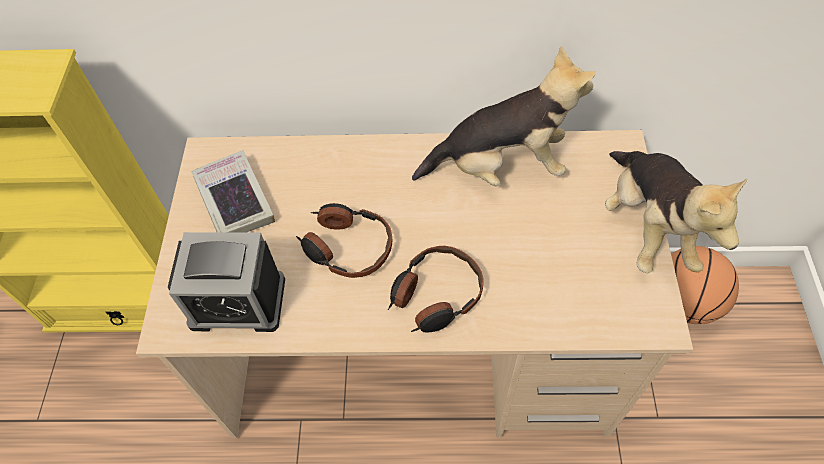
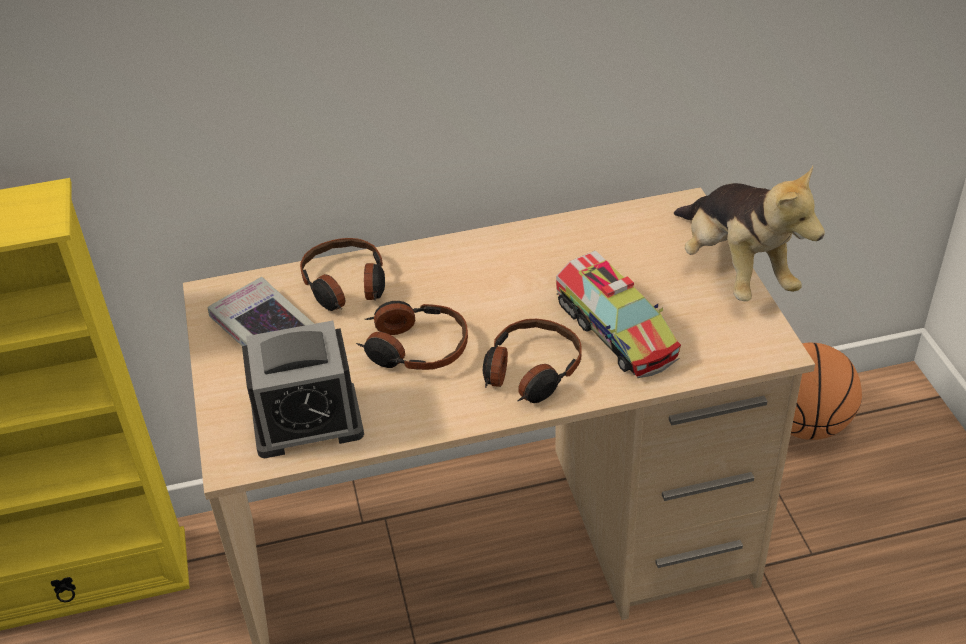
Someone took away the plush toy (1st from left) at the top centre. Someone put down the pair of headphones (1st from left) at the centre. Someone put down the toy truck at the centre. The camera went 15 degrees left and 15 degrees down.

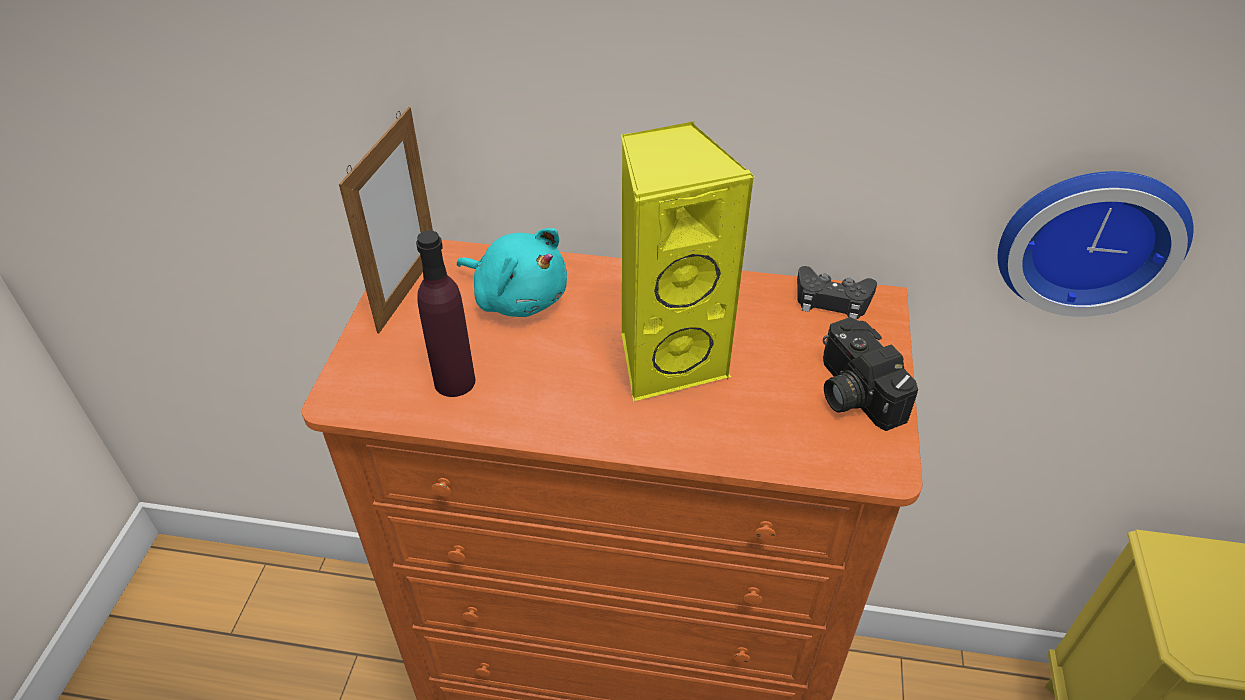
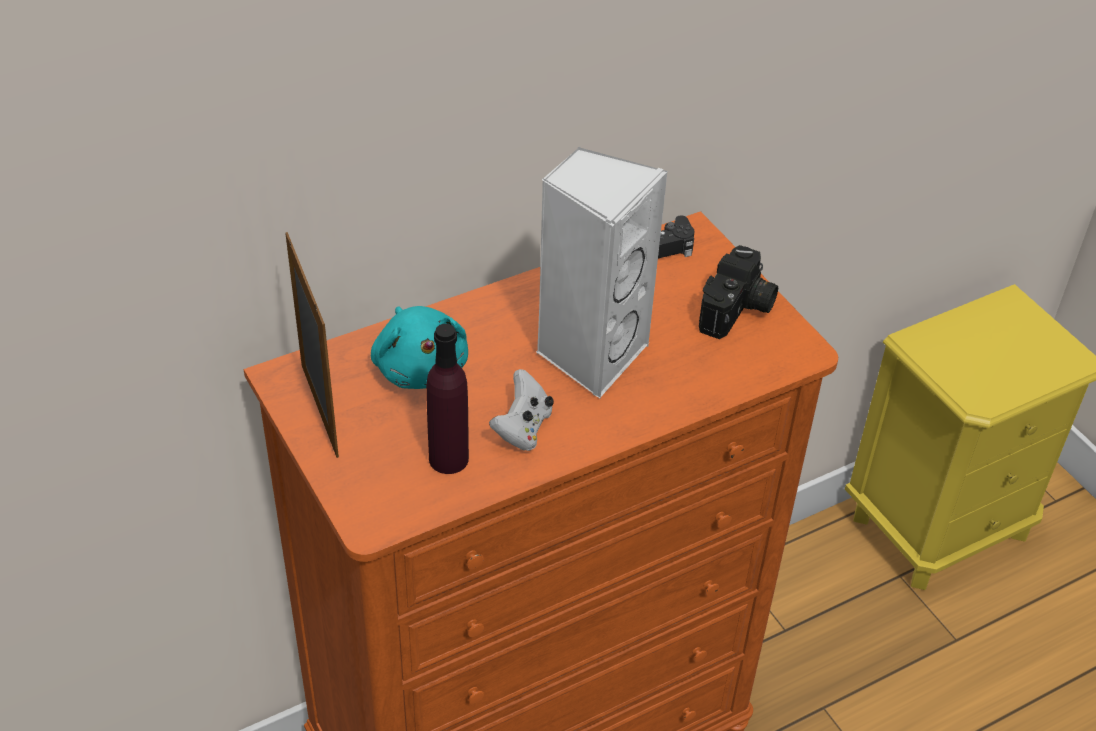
Someone took away the clock on the wall at the middle right. Someone put down the whitish joypad at the centre. Someone repainted the yellow speaker at the centre, which became the whitish speaker at the centre. Someone rotated the turquoise plush toy at the centre by 75 degrees clockwise. Someone rotated the photo camera at the middle right by 90 degrees counterclockwise. The camera went 40 degrees left and 0 degrees up.

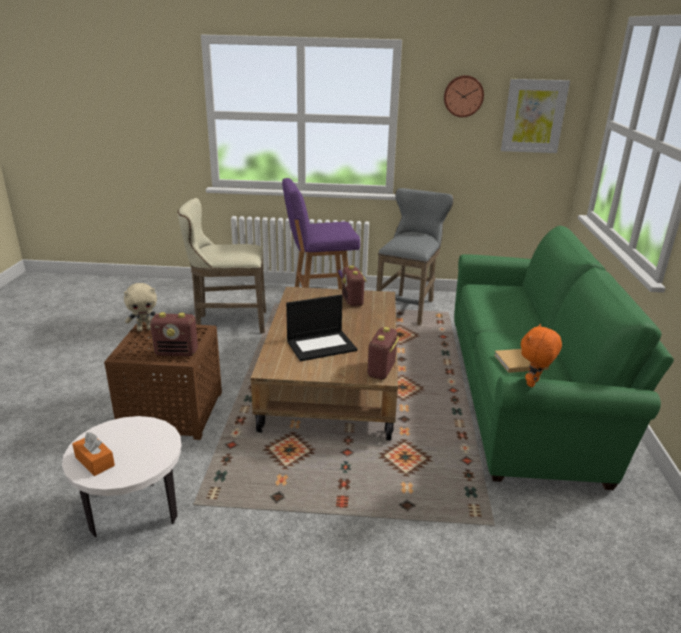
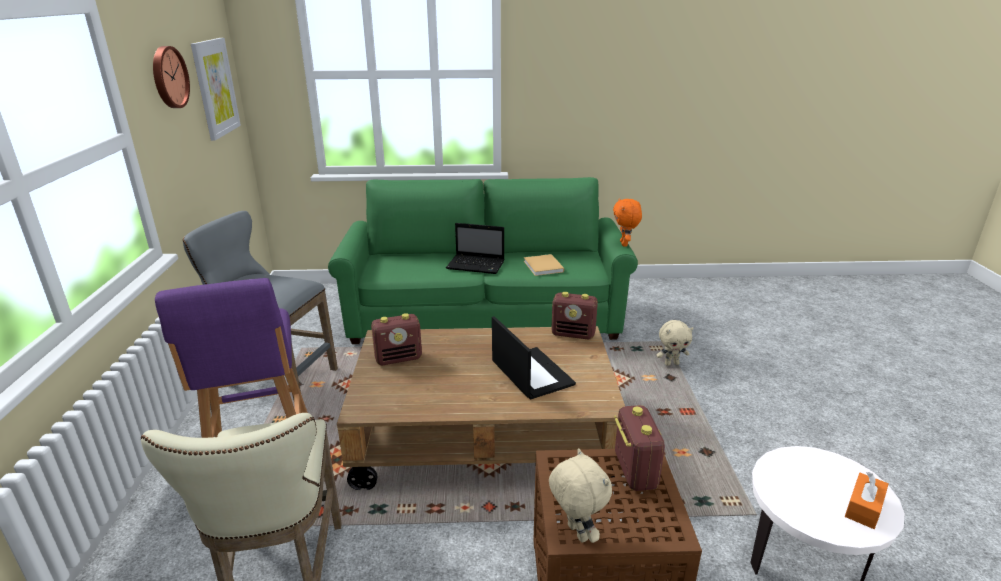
Someone put down the notebook computer (1st from left) at the centre. Someone put down the beige-coloured plush toy (2nd from left) at the middle right. Someone rotated the orange-coloured plush toy at the middle right by 60 degrees clockwise. The camera went 95 degrees left and 0 degrees up.

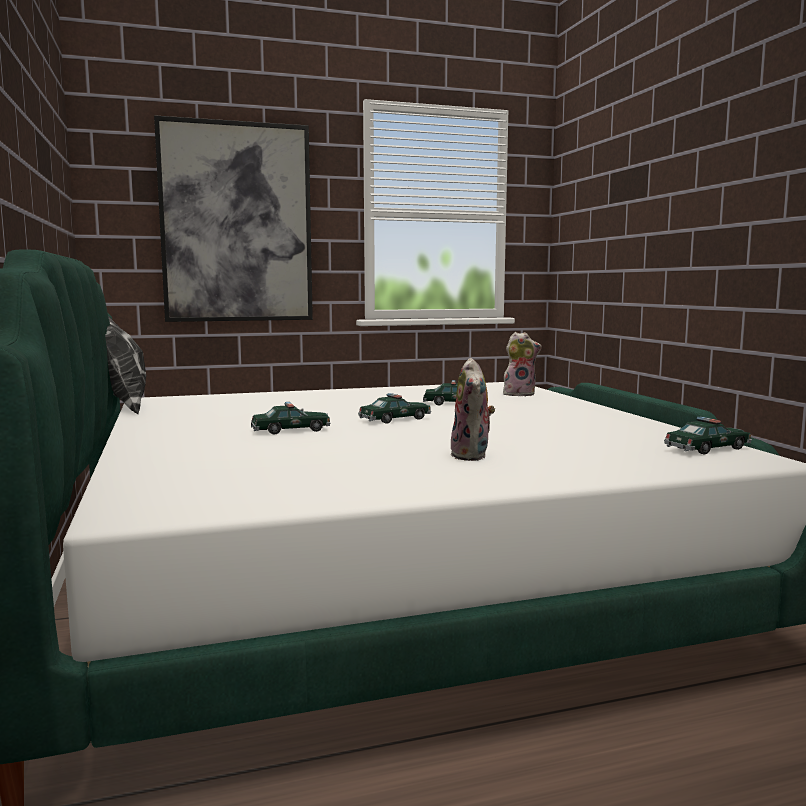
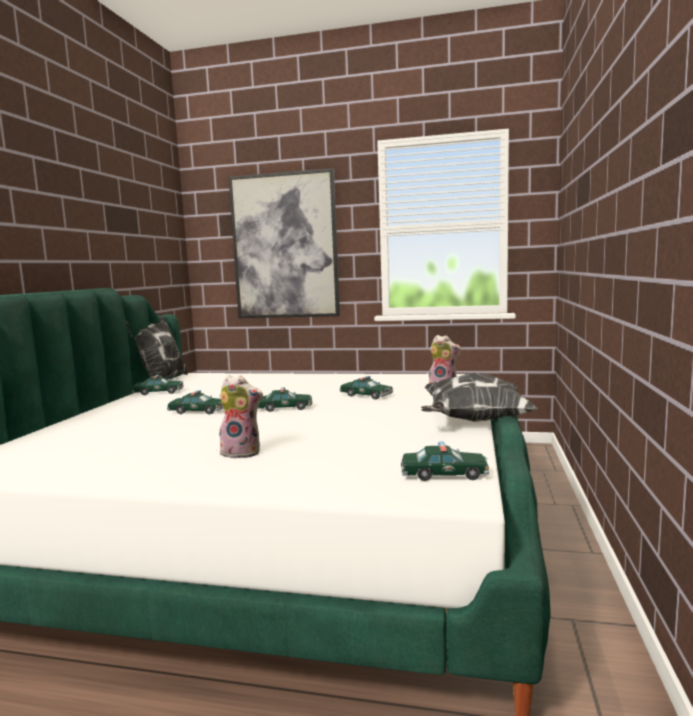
Someone put down the miniature car (1st from left) at the middle left. Someone put down the throw pillow (2nd from left) at the middle right. Someone rotated the plush toy (1st from left) at the centre by 105 degrees counterclockwise. The camera went 30 degrees right and 0 degrees up.

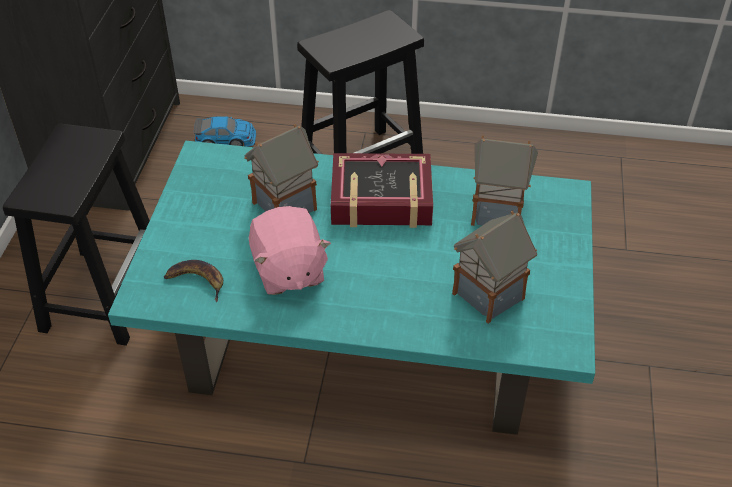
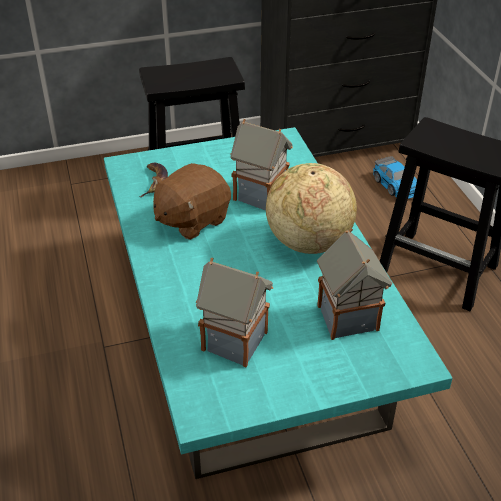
Someone swapped the bound book at the centre for the desk globe at the centre. Someone repainted the pink plush toy at the centre, which became the brown-coloured plush toy at the centre. The camera went 65 degrees right and 5 degrees down.

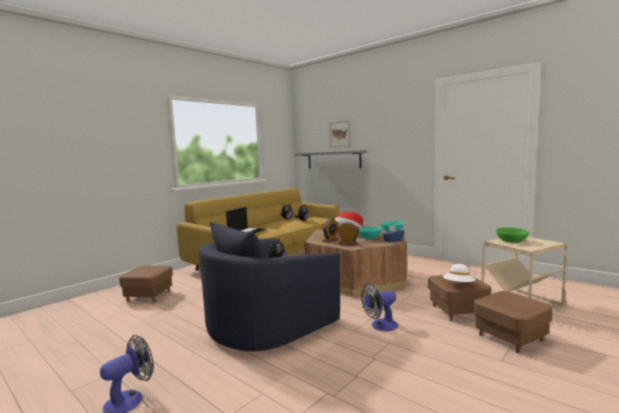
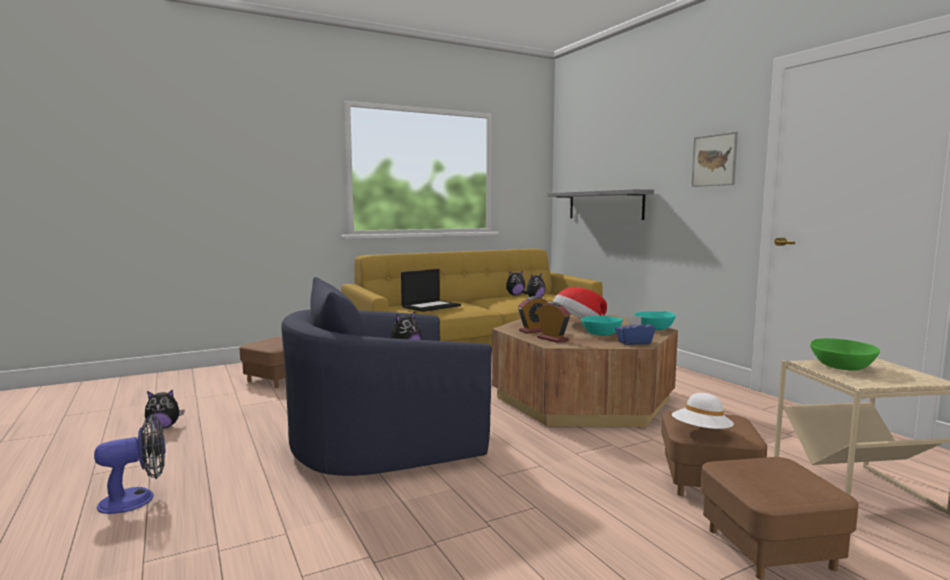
Someone took away the cooling fan (2nd from left) at the bottom centre. Someone put down the plush toy (1st from left) at the bottom left. Someone carried the picture from the top centre to the top right. The camera went 20 degrees right and 0 degrees up.

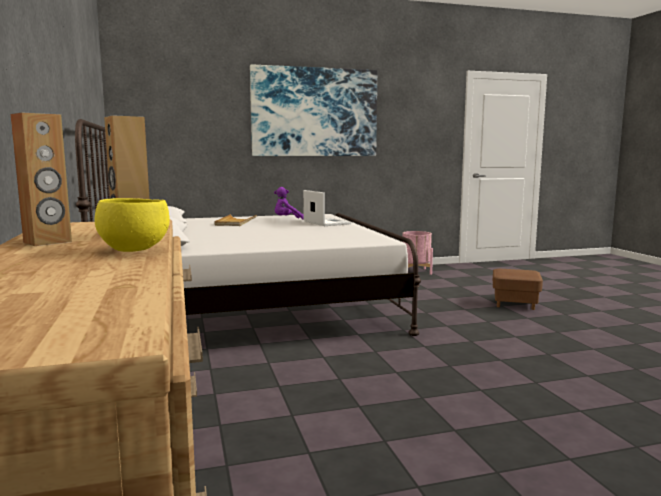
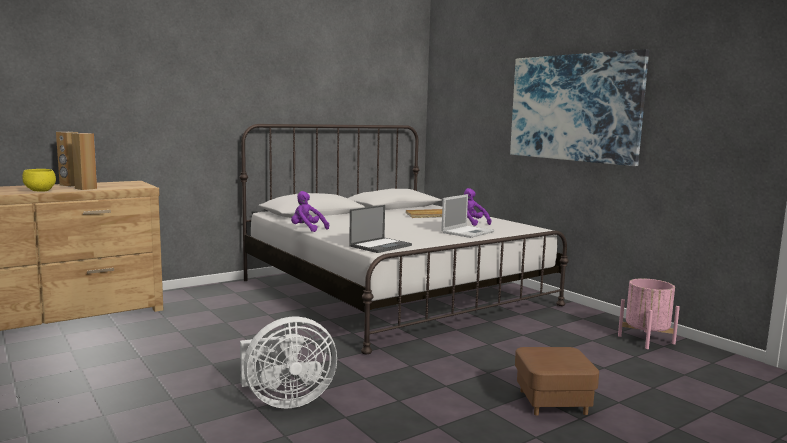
Someone put down the whitish cooling fan at the bottom centre. Someone put down the purple-coloured plush toy (1st from left) at the centre. Someone put down the notebook computer (1st from left) at the centre. The camera went 70 degrees right and 0 degrees up.

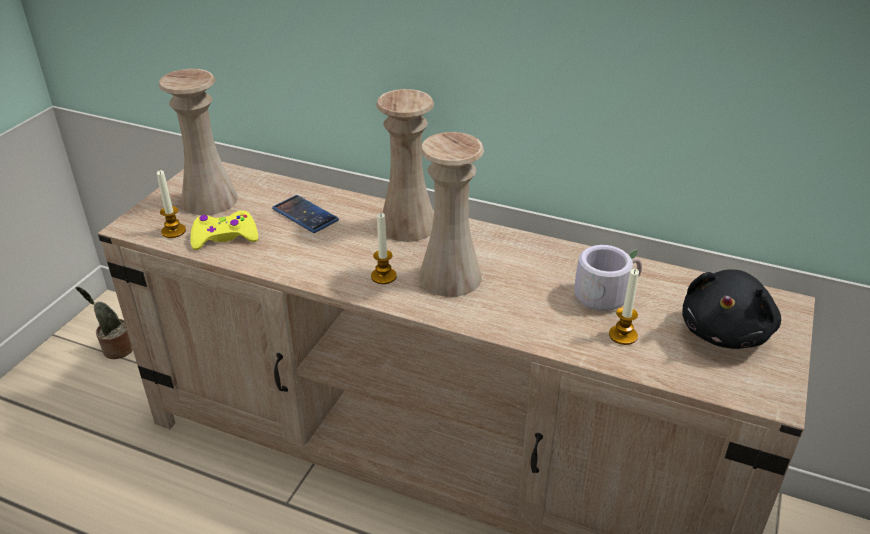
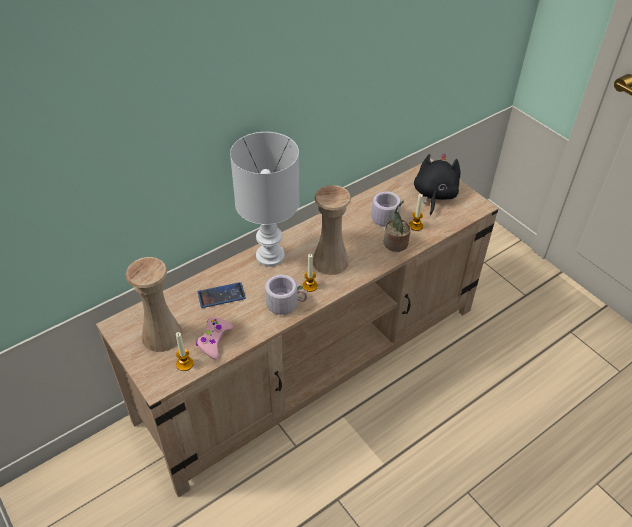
Someone put down the greyish coffee mug (1st from left) at the centre. Someone carried the potted plant from the middle left to the centre. Someone swapped the beige-coloured flower vase (2nd from left) at the top centre for the whitish table lamp at the centre. Someone repainted the yellow joypad at the middle left, which became the pink joypad at the centre. Someone rotated the blackish plush toy at the middle right by 135 degrees counterclockwise. The camera went 60 degrees left and 10 degrees up.

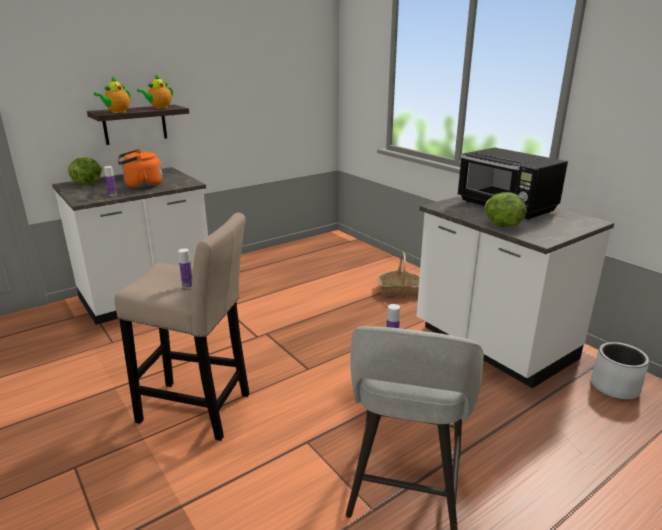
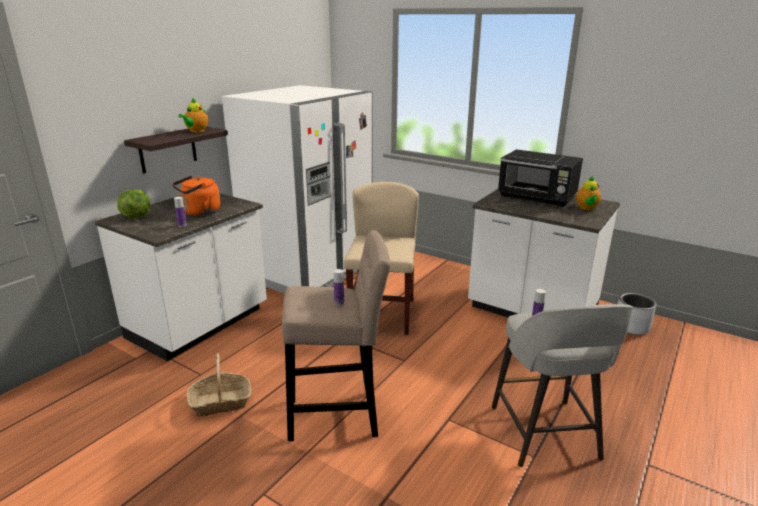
Someone took away the head of lettuce (2nd from left) at the middle right. Someone put down the whitish refrigerator at the centre. Someone put down the beige-coloured chair at the centre. Someone carried the tea pot (1st from left in the first image) from the top left to the middle right. Someone carried the storage basket from the centre to the bottom left. The camera went 20 degrees left and 0 degrees up.

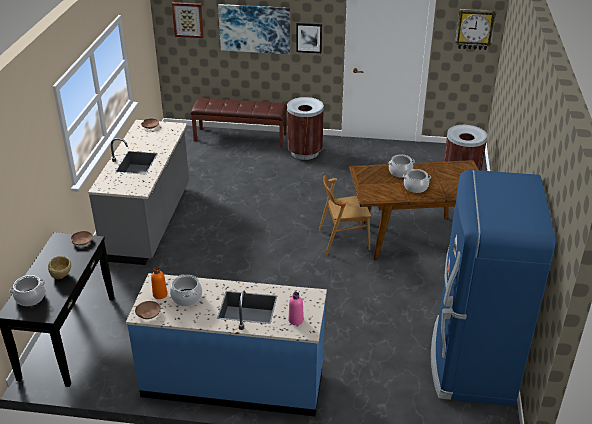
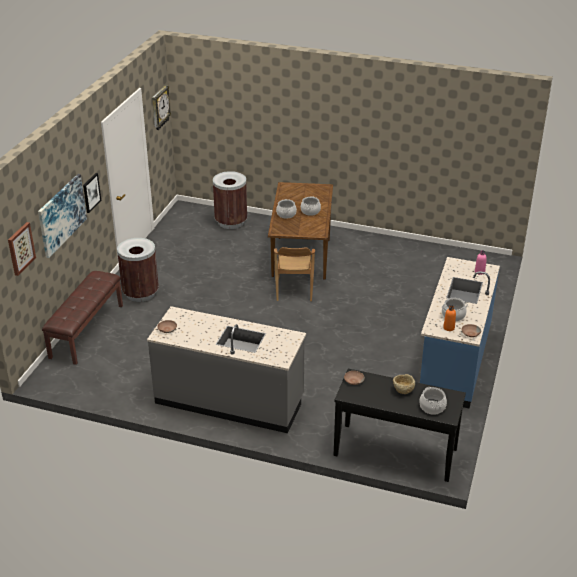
Someone took away the blue-coloured refrigerator at the bottom right. The camera went 80 degrees left and 0 degrees up.

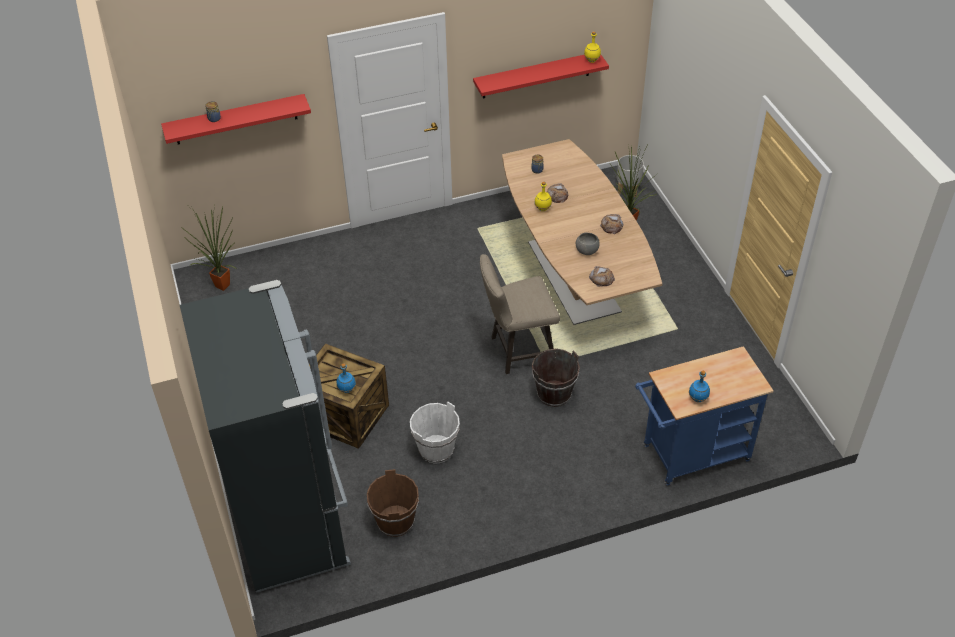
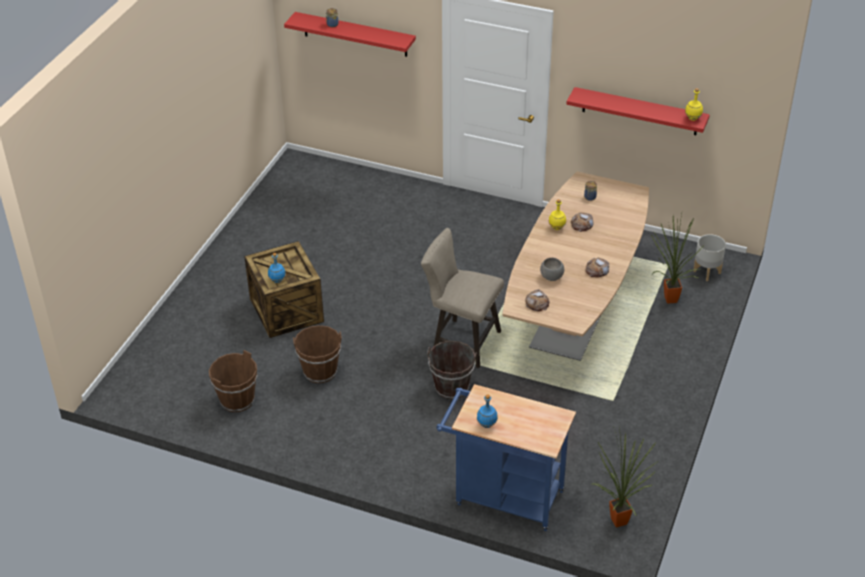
Someone took away the blackish refrigerator at the bottom left. Someone carried the potted plant (1st from left) from the middle left to the bottom right. Someone repainted the whitish water bucket at the bottom centre, which became the brown-coloured water bucket (2nd from left) at the centre. The camera went 40 degrees right and 5 degrees down.

